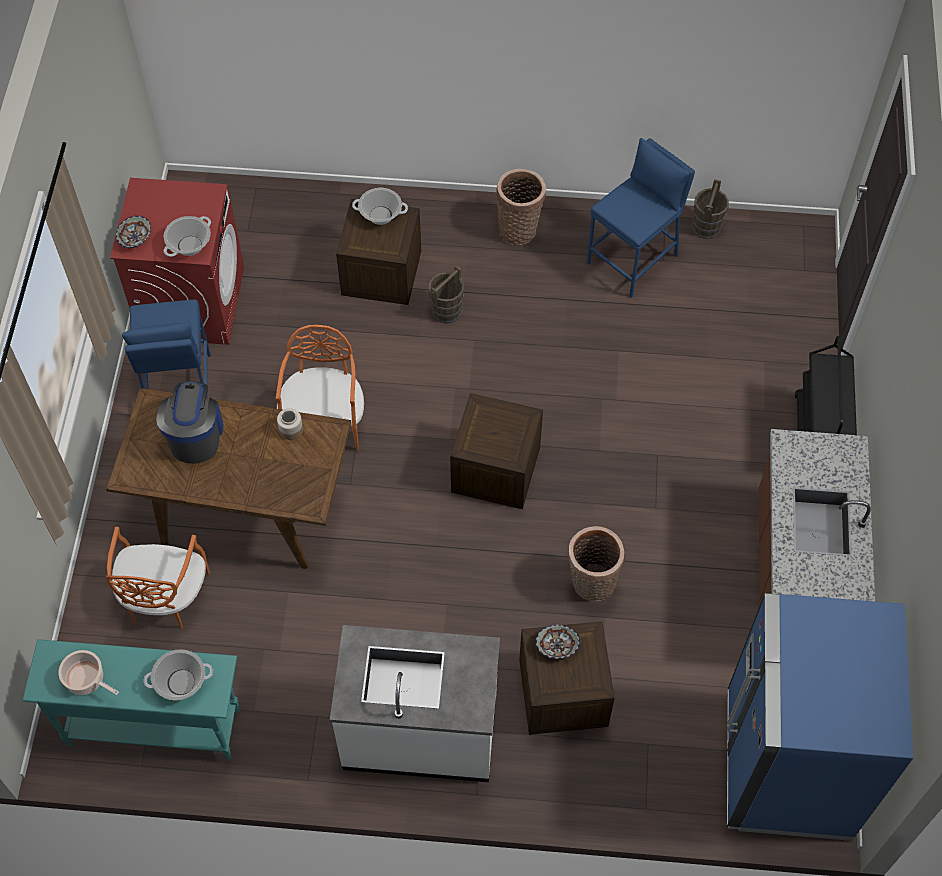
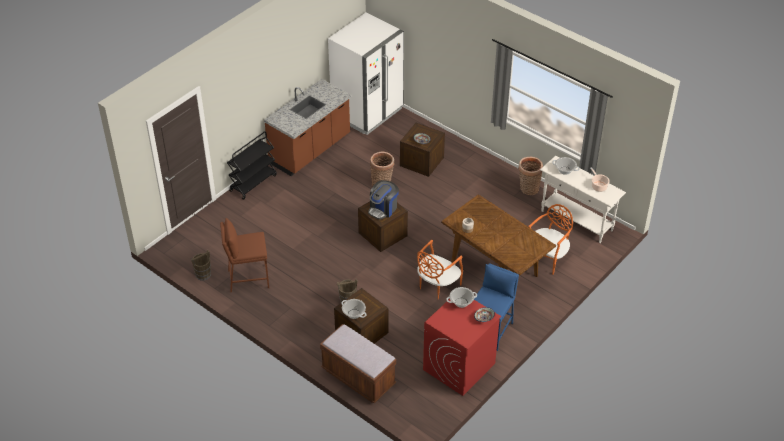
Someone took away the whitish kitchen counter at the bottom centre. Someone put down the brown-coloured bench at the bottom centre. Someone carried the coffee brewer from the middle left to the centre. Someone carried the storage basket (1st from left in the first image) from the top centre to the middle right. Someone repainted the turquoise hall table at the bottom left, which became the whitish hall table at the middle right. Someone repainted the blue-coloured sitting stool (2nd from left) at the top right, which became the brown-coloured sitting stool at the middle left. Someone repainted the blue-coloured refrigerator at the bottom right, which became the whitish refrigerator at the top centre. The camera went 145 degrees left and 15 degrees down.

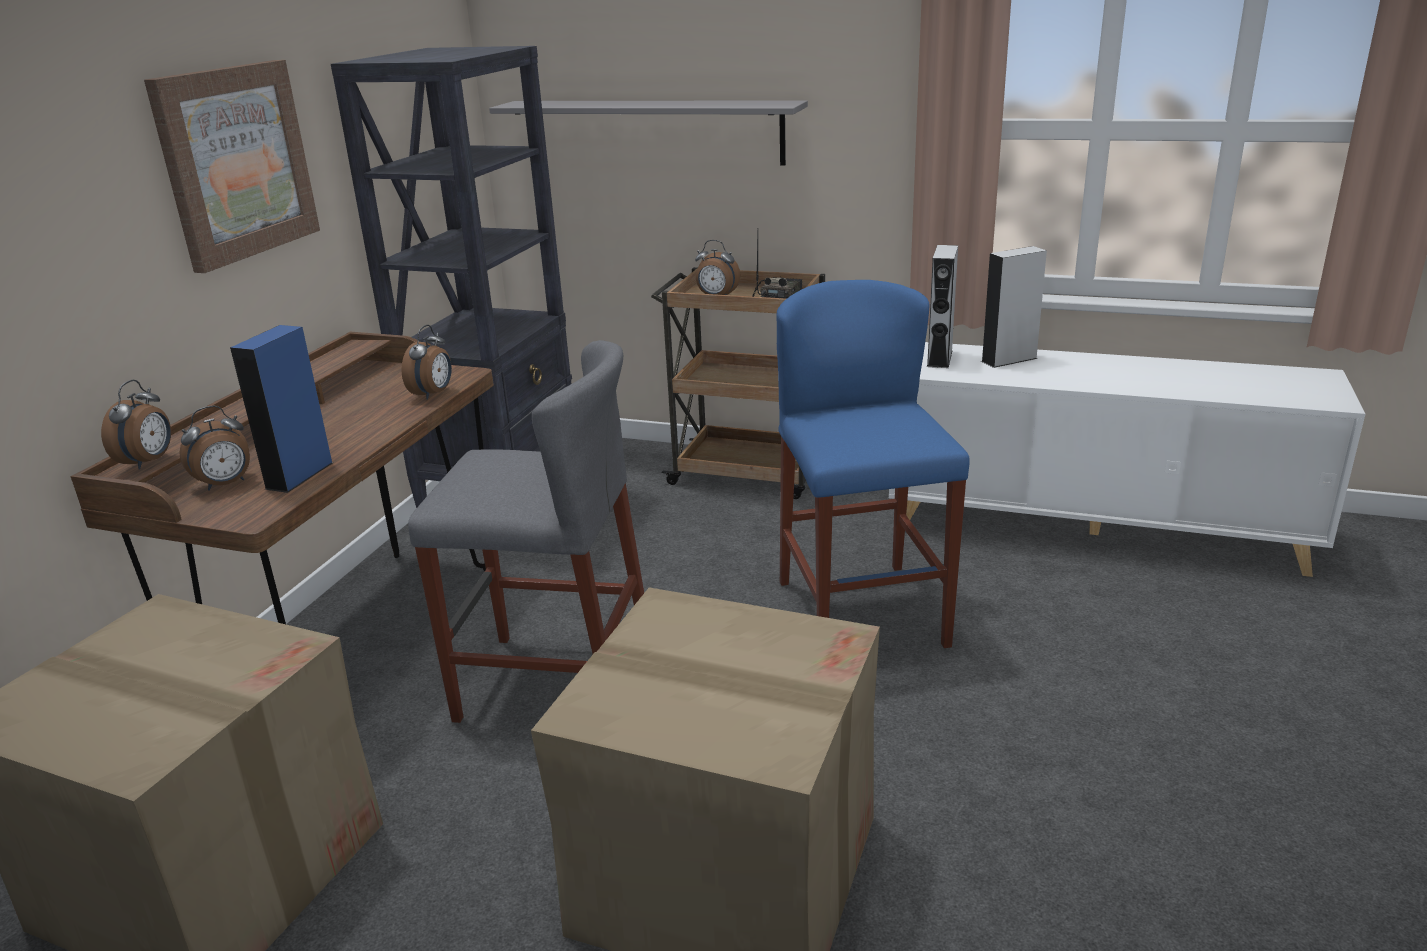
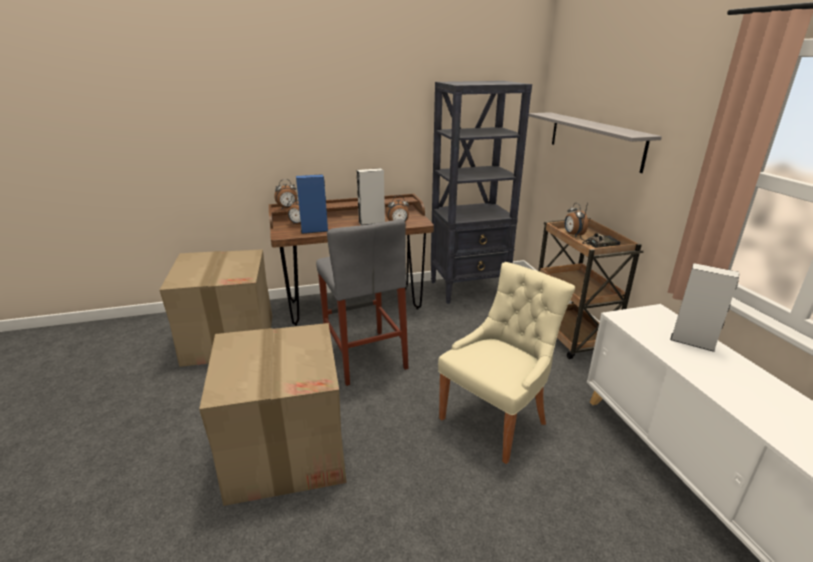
Someone took away the picture at the top left. Someone carried the greyish speaker (1st from left) from the top centre to the centre. Someone swapped the blue-coloured sitting stool at the centre for the beige-coloured chair at the centre. The camera went 55 degrees right and 0 degrees up.

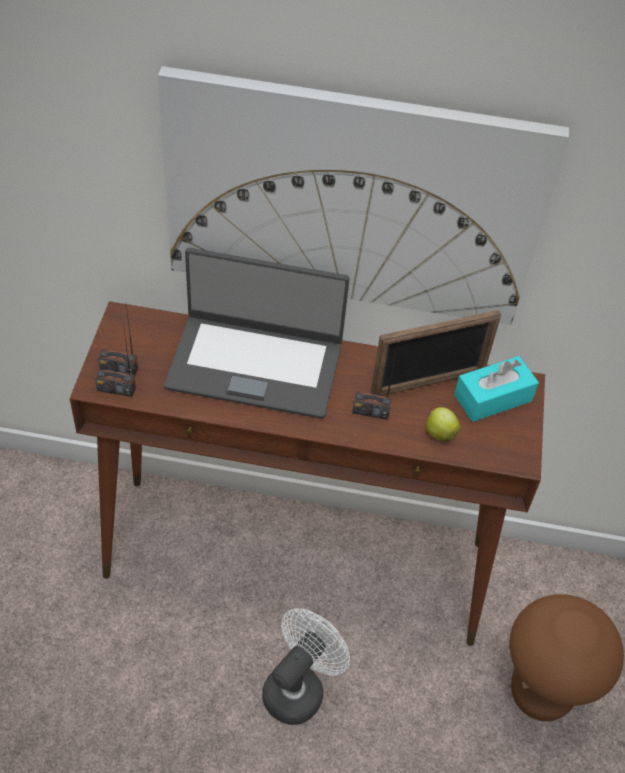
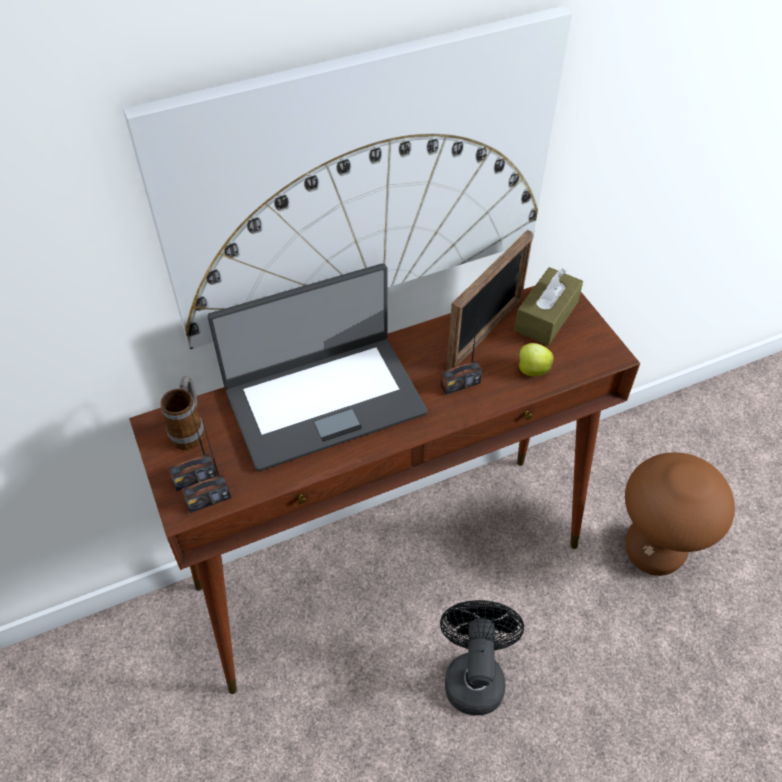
Someone put down the coffee mug at the middle left. Someone repainted the whitish cooling fan at the bottom centre, which became the blackish cooling fan at the bottom centre. Someone repainted the turquoise tissue holder at the middle right, which became the brown-coloured tissue holder at the middle right. The camera went 30 degrees left and 0 degrees up.

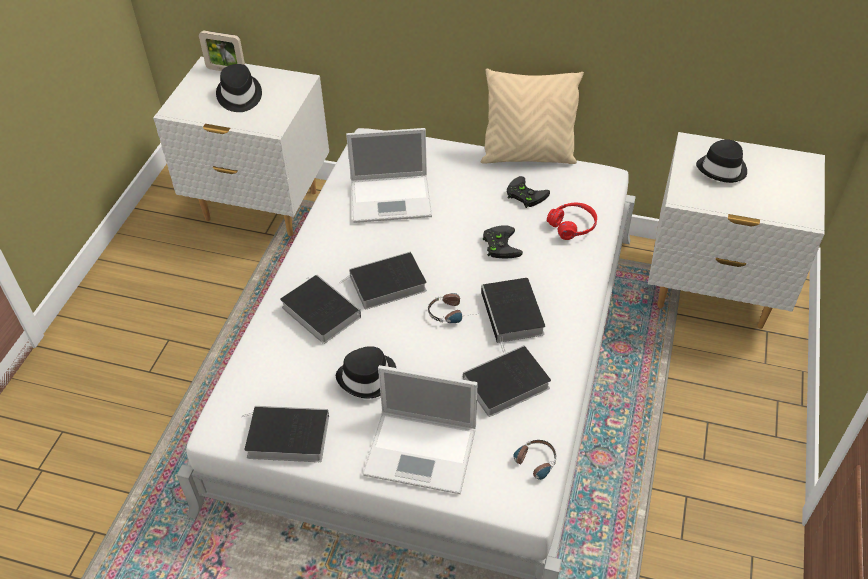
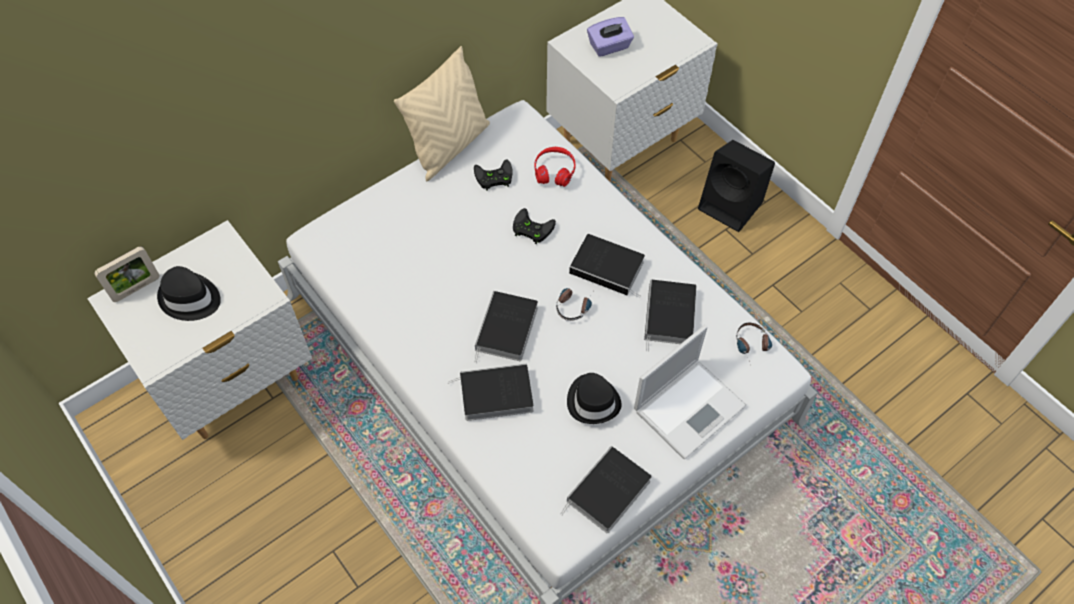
Someone took away the notebook computer (1st from left) at the top centre. Someone put down the blackish speaker at the top right. Someone swapped the blackish clothing hat (3rd from left) at the top right for the purple-coloured tissue holder at the top centre. The camera went 55 degrees left and 10 degrees up.

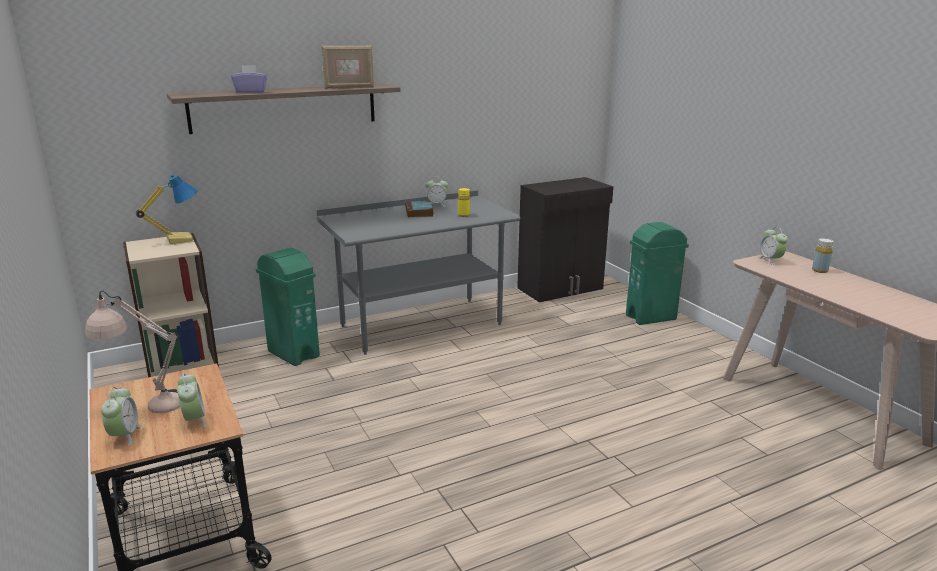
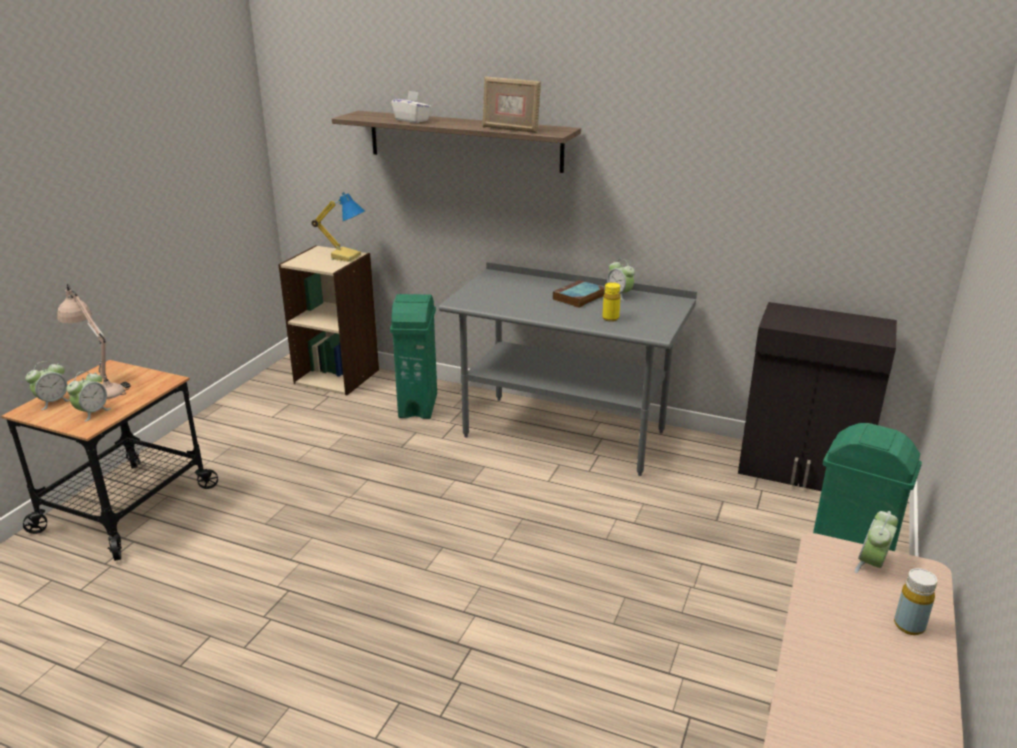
Someone repainted the purple-coloured tissue holder at the top left, which became the whitish tissue holder at the top centre. The camera went 50 degrees right and 5 degrees up.

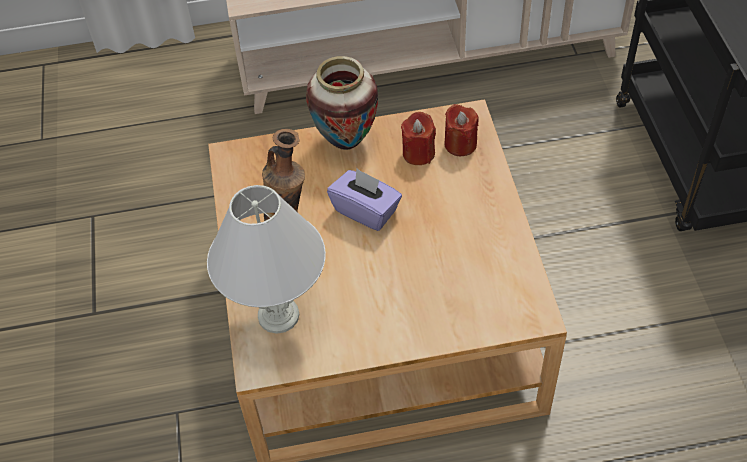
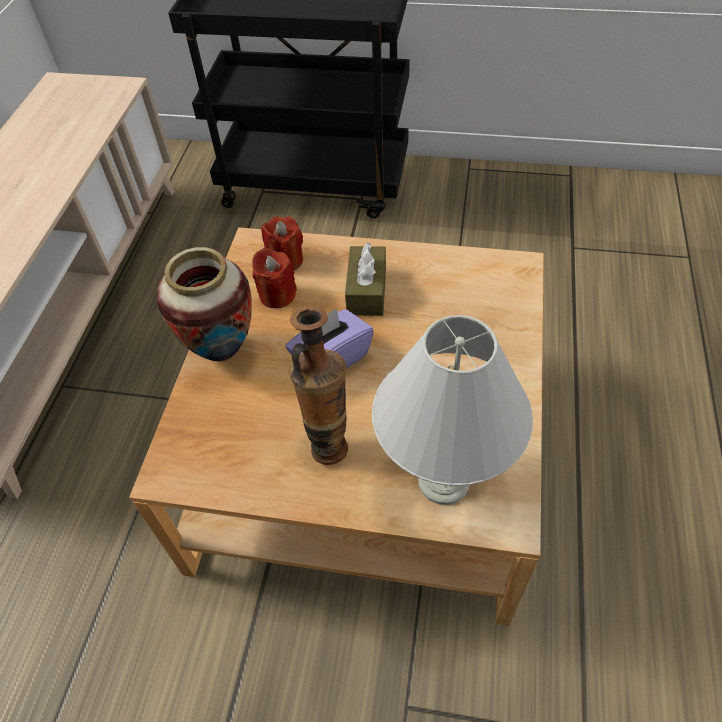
Someone put down the brown-coloured tissue holder at the centre. The camera went 70 degrees left and 0 degrees up.

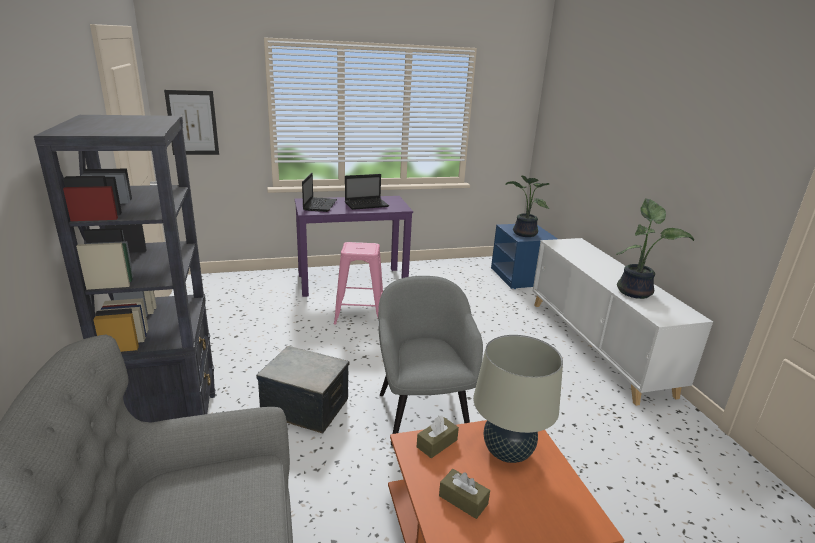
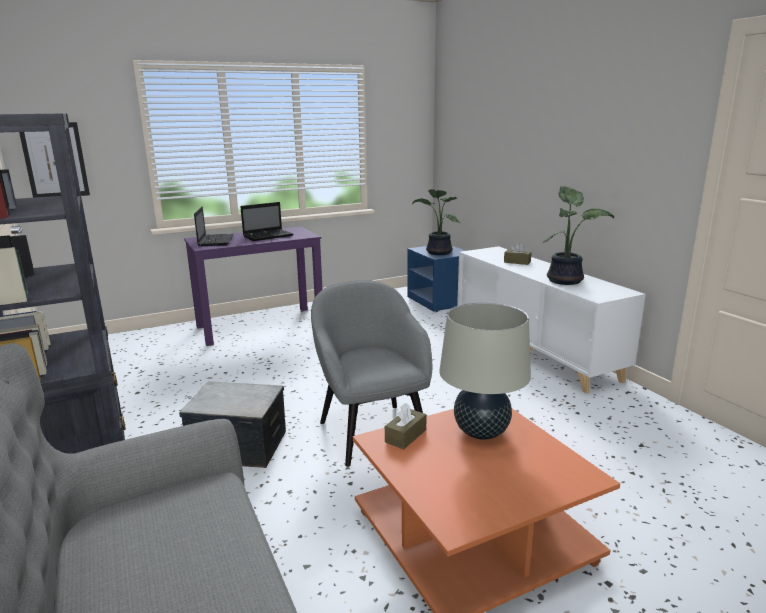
Someone took away the pink sitting stool at the centre. Someone carried the brown-coloured tissue holder (2nd from left) from the bottom centre to the middle right. The camera went 10 degrees left and 5 degrees down.

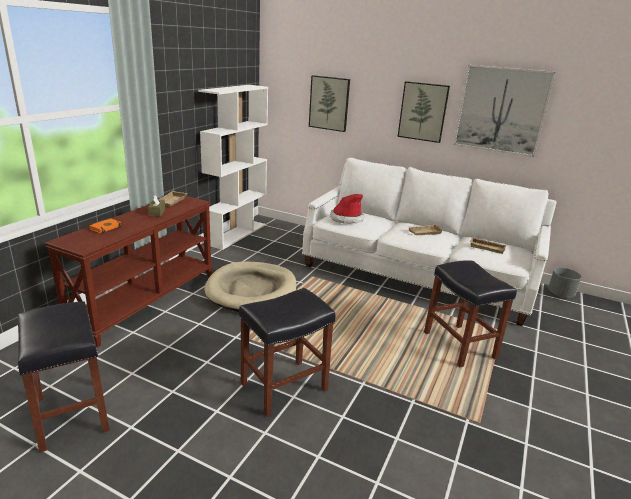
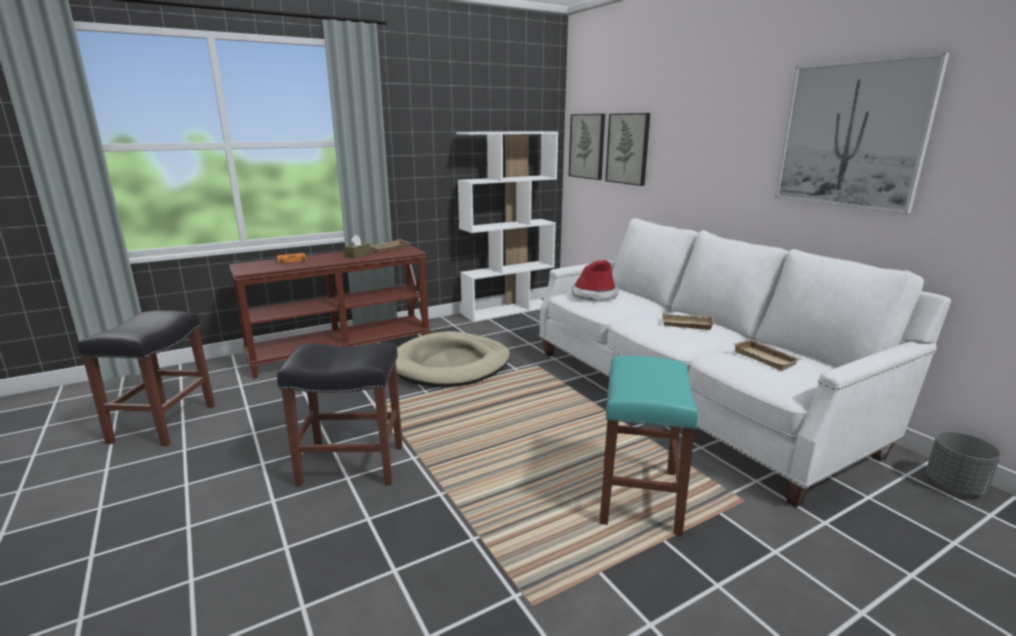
Someone carried the picture (2nd from left in the first image) from the top right to the top centre. Someone repainted the blackish sitting stool (3rd from left) at the middle right, which became the turquoise sitting stool at the bottom centre. The camera went 35 degrees right and 5 degrees down.

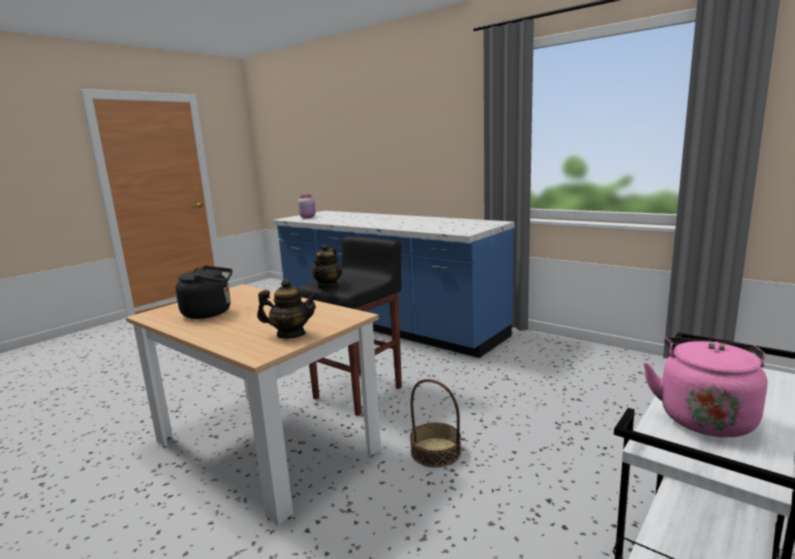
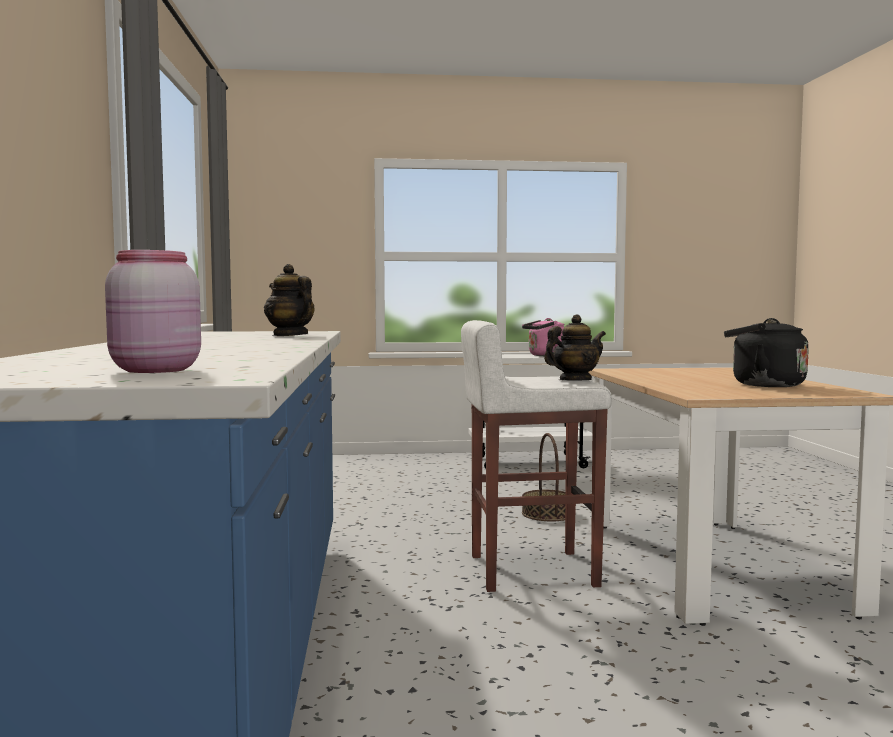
Someone carried the tea pot (1st from left) from the centre to the middle left. Someone repainted the blackish sitting stool at the centre, which became the whitish sitting stool at the centre. The camera went 135 degrees left and 10 degrees down.

